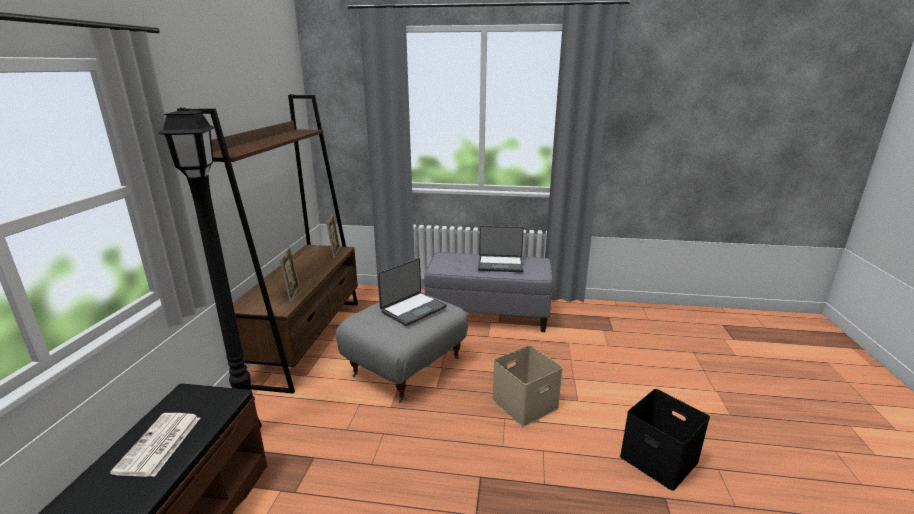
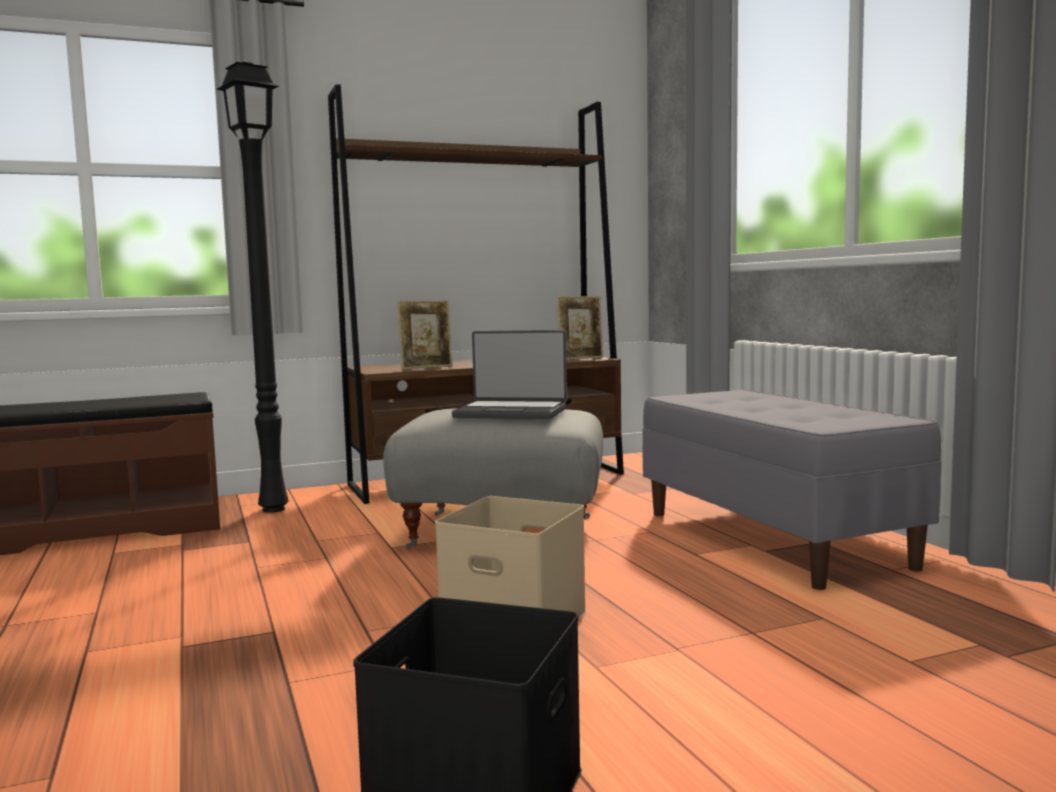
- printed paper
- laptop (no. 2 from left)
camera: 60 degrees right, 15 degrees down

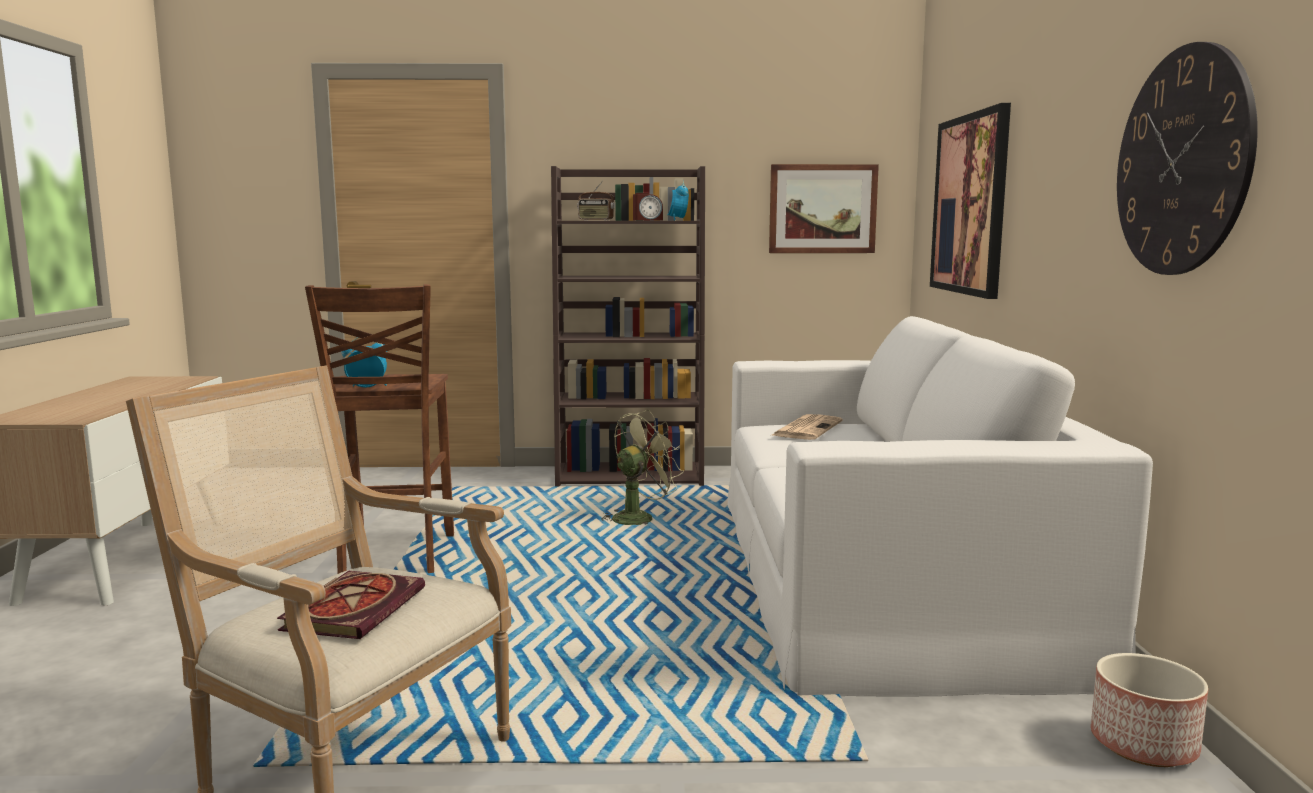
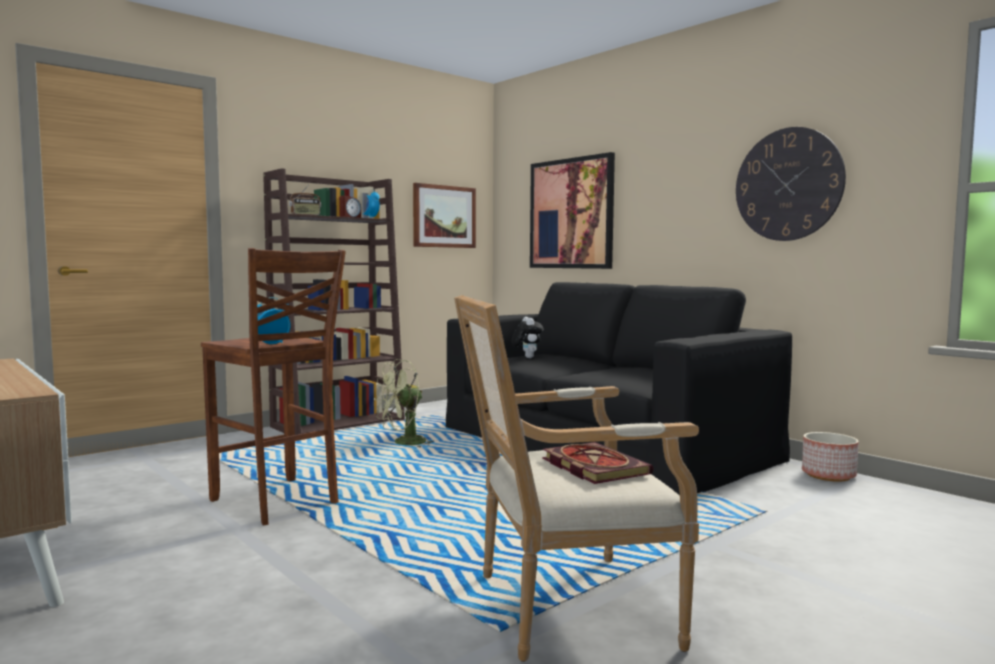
~ cooling fan in greenish 135 degrees counterclockwise
~ sofa in whitish to sofa in black
~ printed paper to cuddly toy
camera: 40 degrees left, 5 degrees down

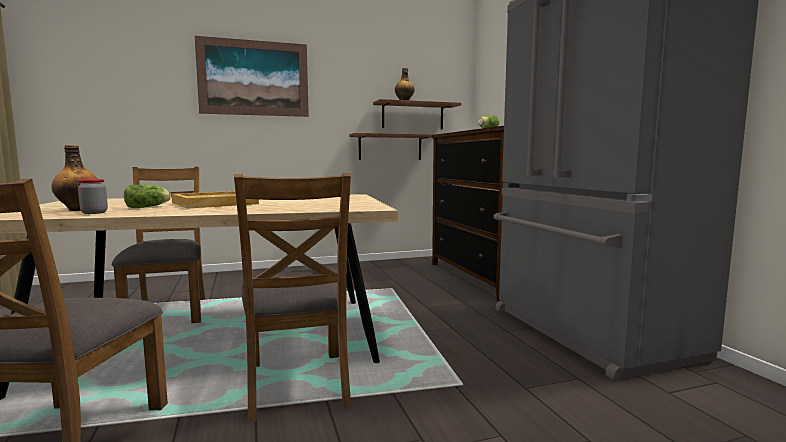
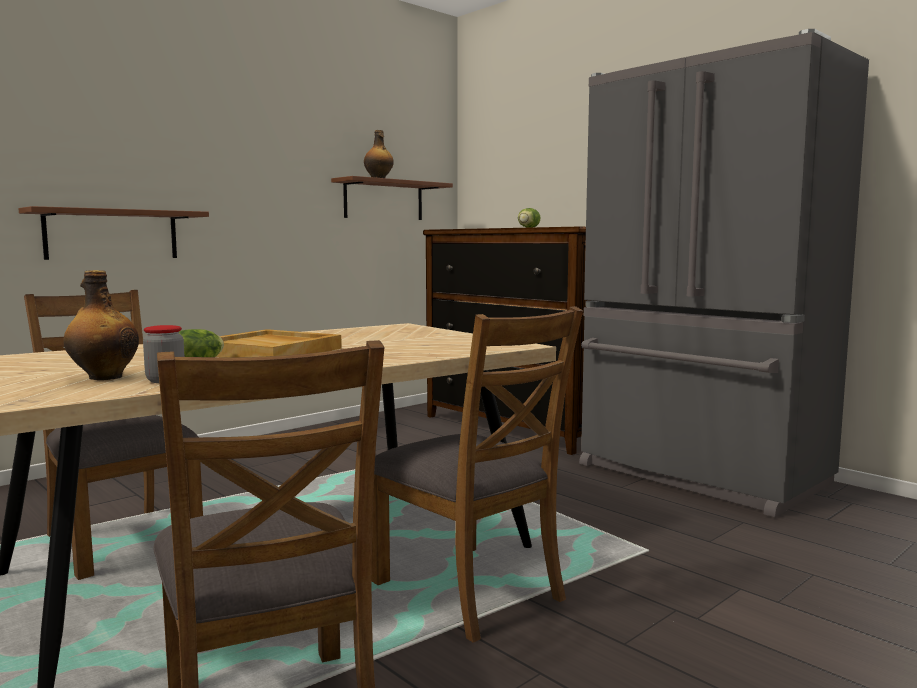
~ bracket shelf in brownish (no. 1 from left)
- picture
camera: 25 degrees left, 0 degrees up

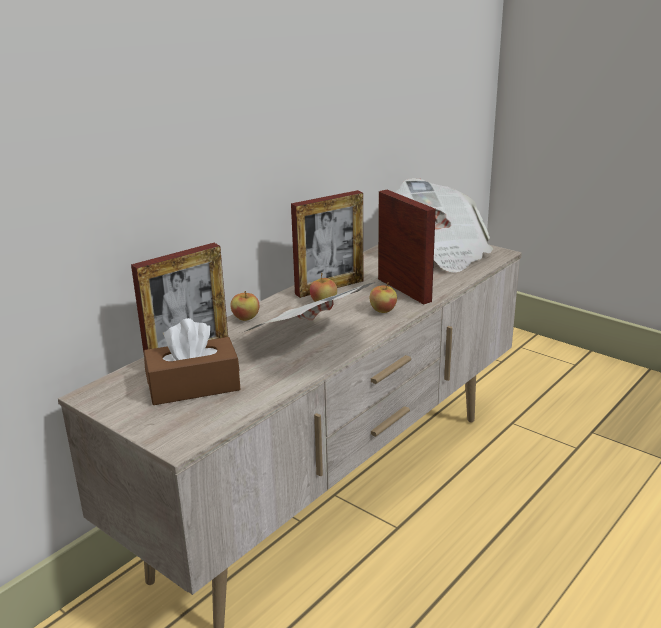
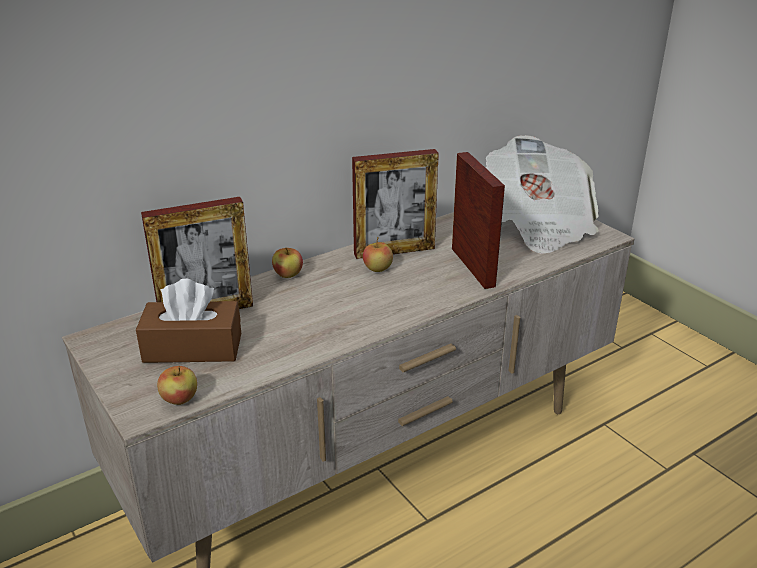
~ apple fruit (no. 3 from left in the first image) to apple fruit (no. 1 from left)
- printed paper (no. 1 from left)
camera: 15 degrees right, 5 degrees up

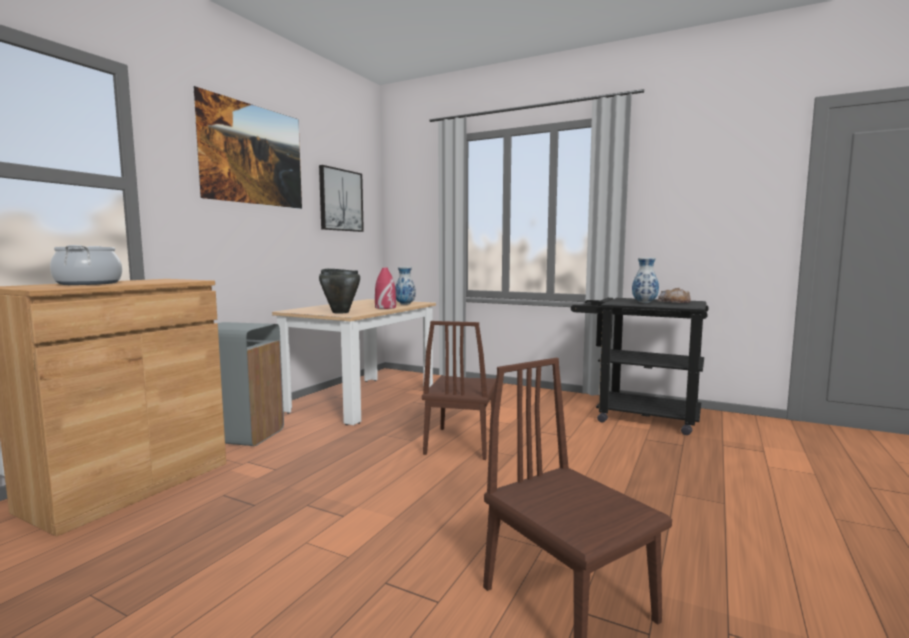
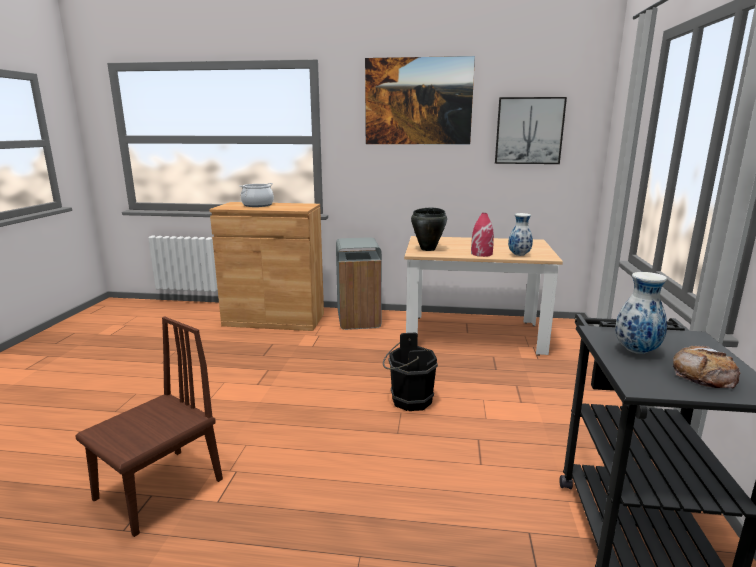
~ plain chair in brownish (no. 1 from left) to water bucket in black
camera: 70 degrees right, 10 degrees up

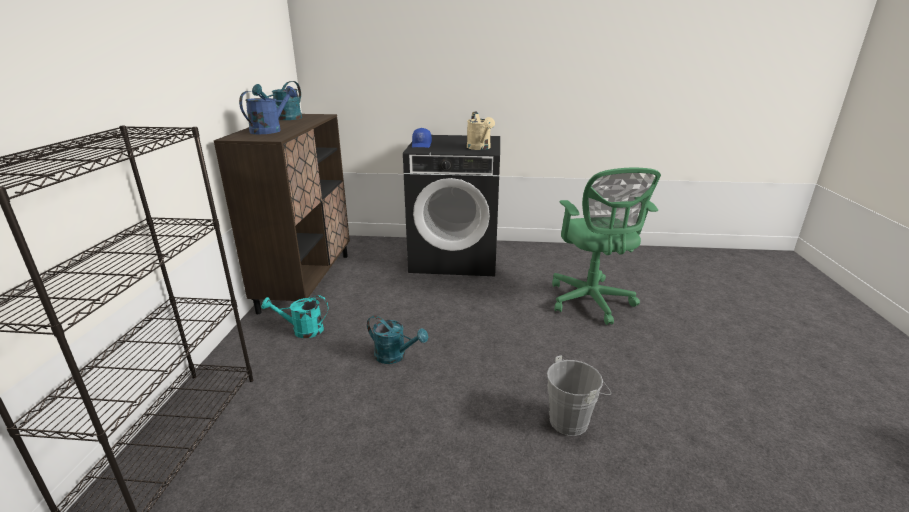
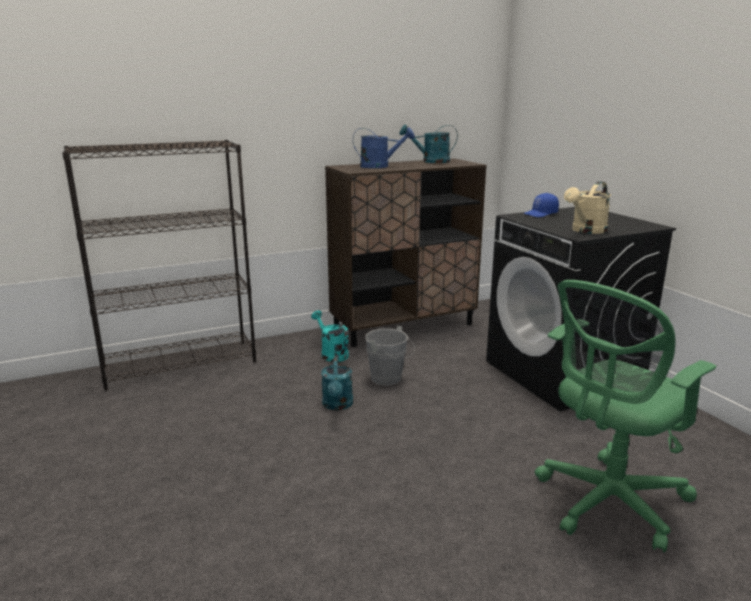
~ water bucket in gray
camera: 60 degrees right, 5 degrees down

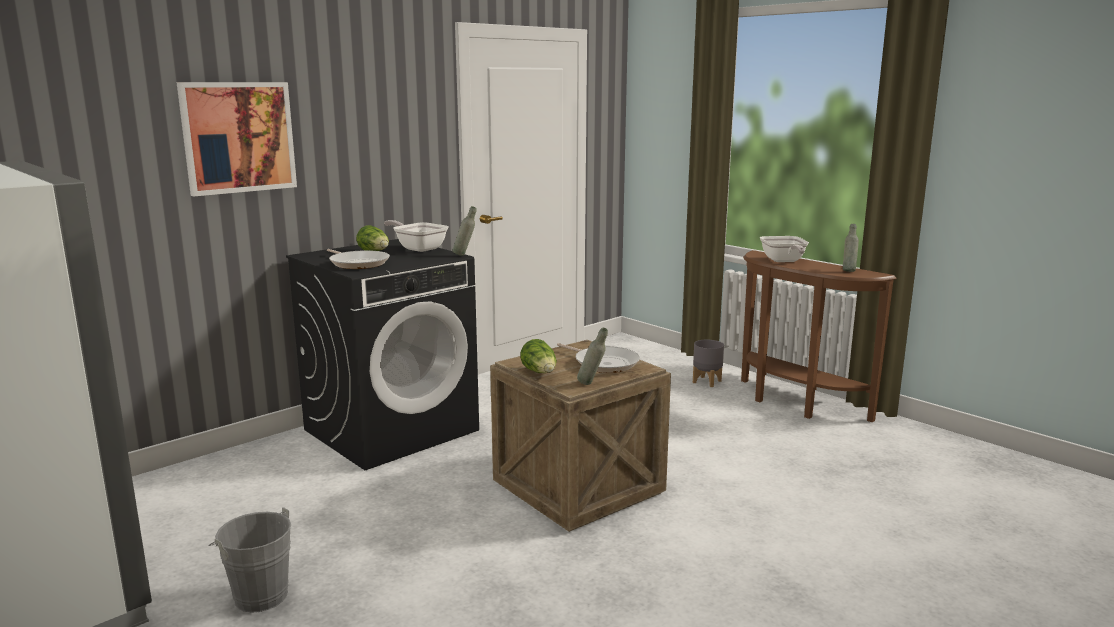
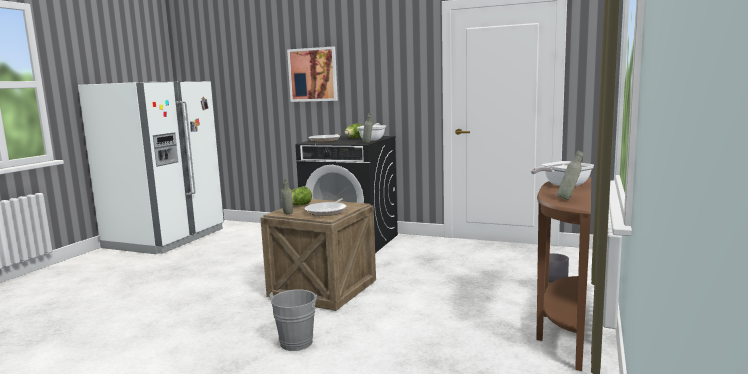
~ water bucket in gray
camera: 65 degrees right, 5 degrees down

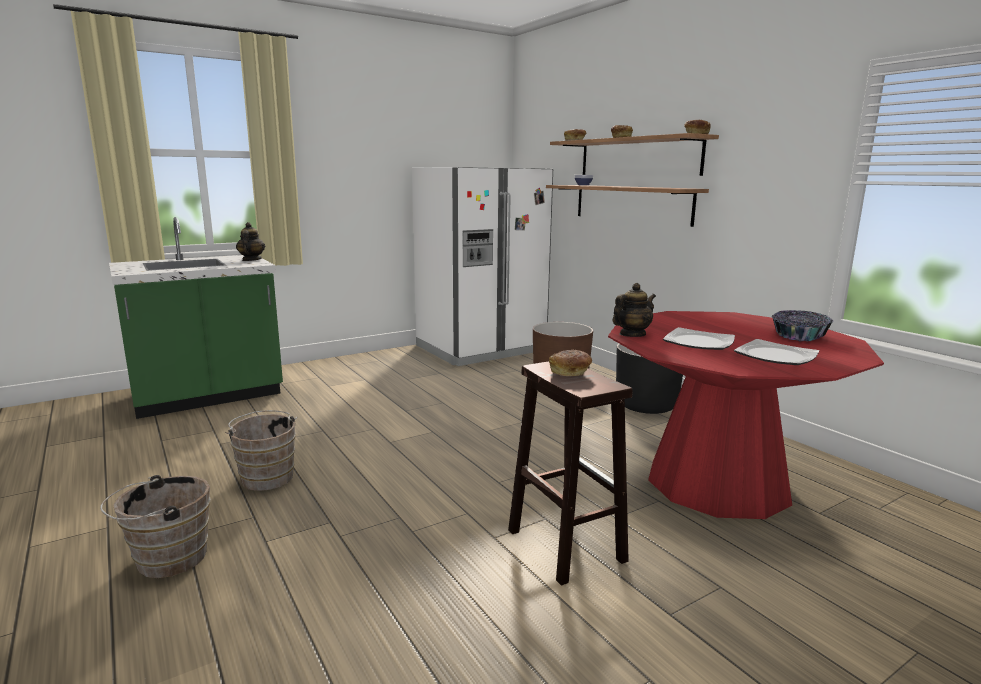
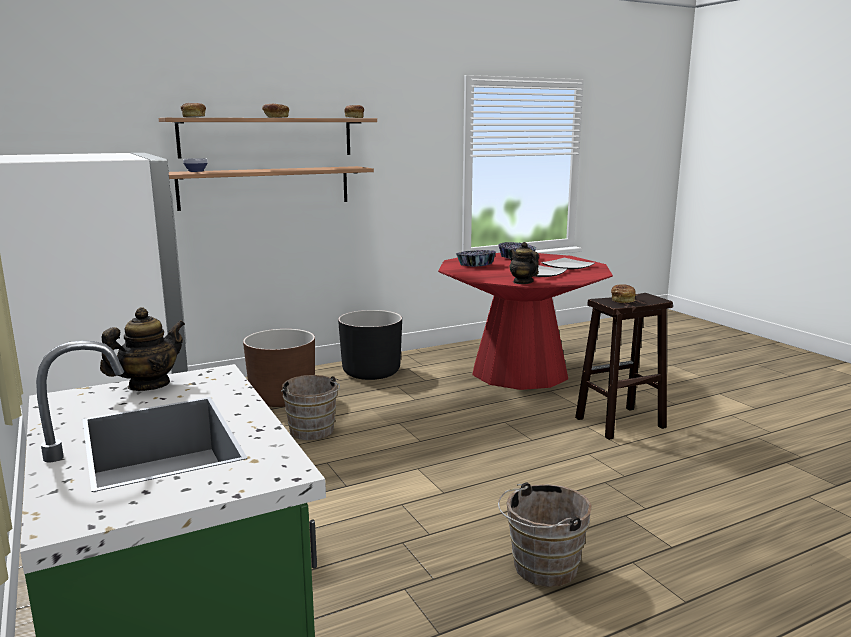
~ pot for tea (no. 1 from left) 135 degrees clockwise
~ water bucket in brownish (no. 1 from left)
+ bowl (no. 2 from left)
camera: 85 degrees left, 0 degrees up

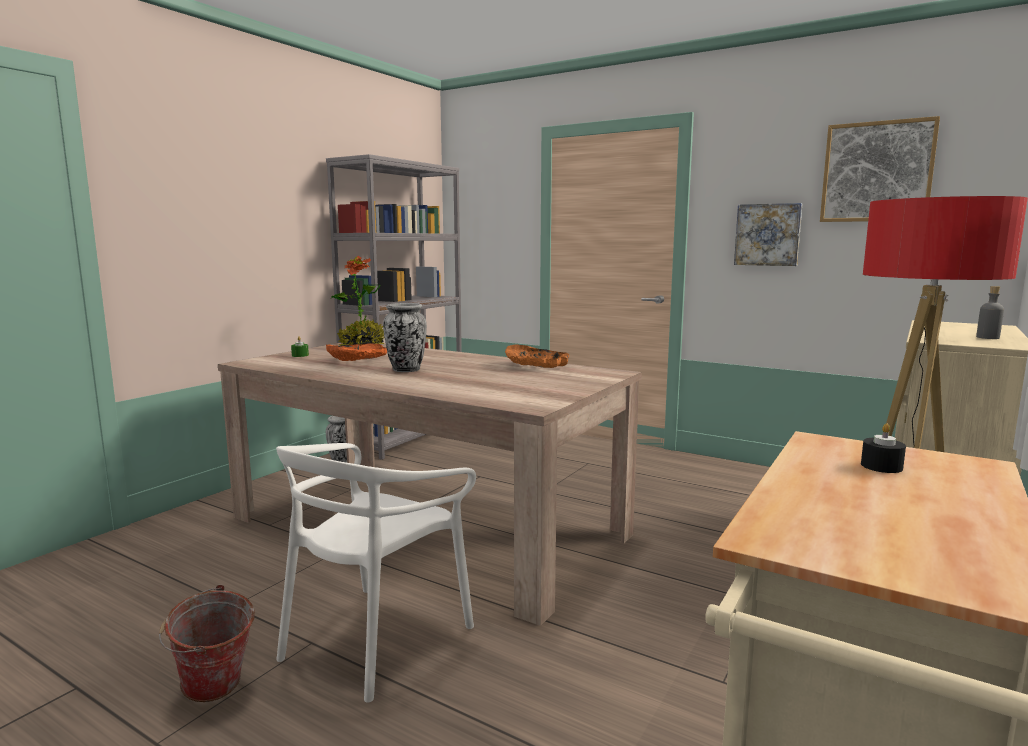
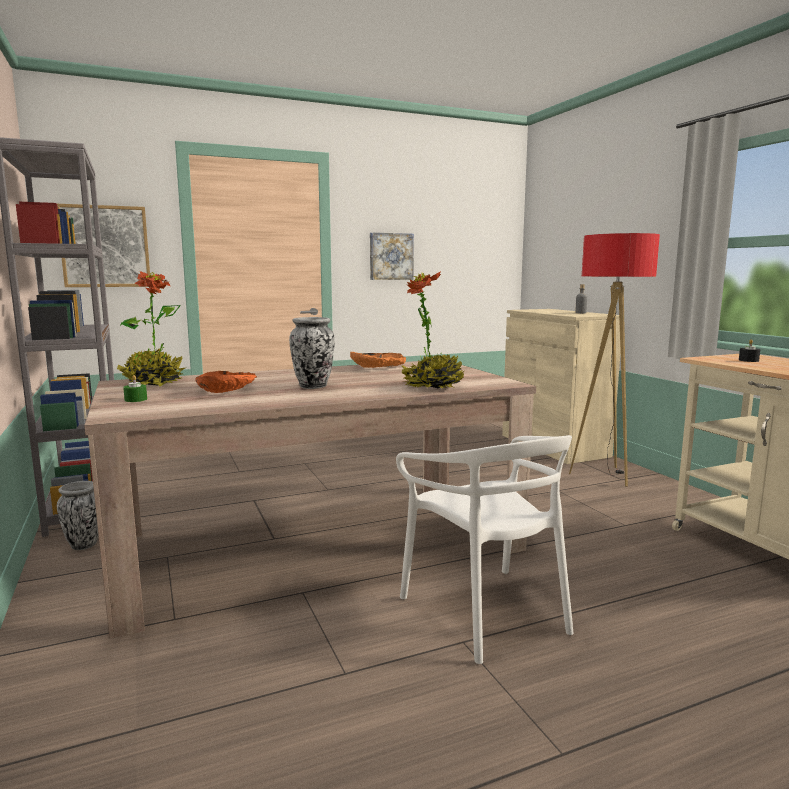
~ picture (no. 2 from left in the first image) to picture (no. 1 from left)
+ potted plant (no. 2 from left)
- water bucket
camera: 55 degrees left, 0 degrees up

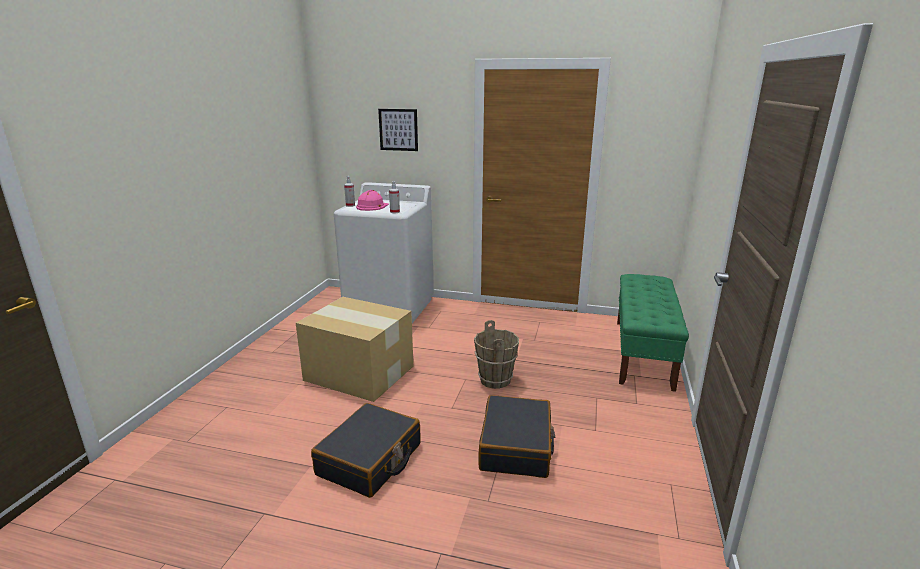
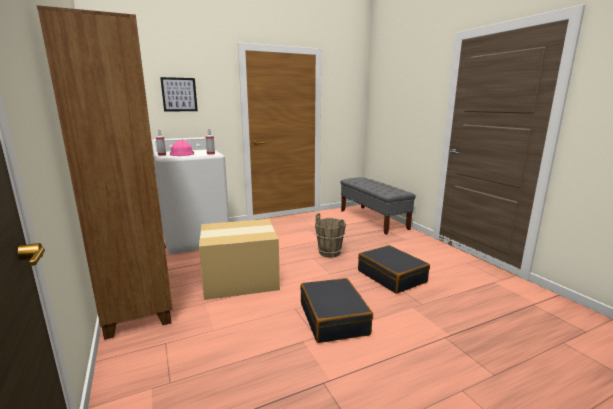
+ bookshelf in brownish
~ bench in greenish to bench in gray
camera: 40 degrees left, 5 degrees down

